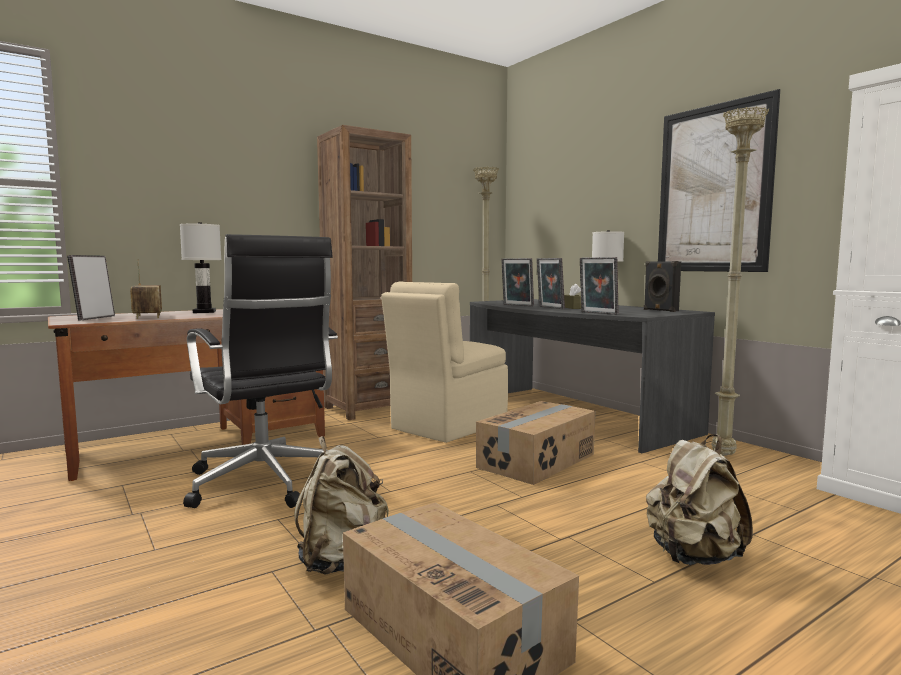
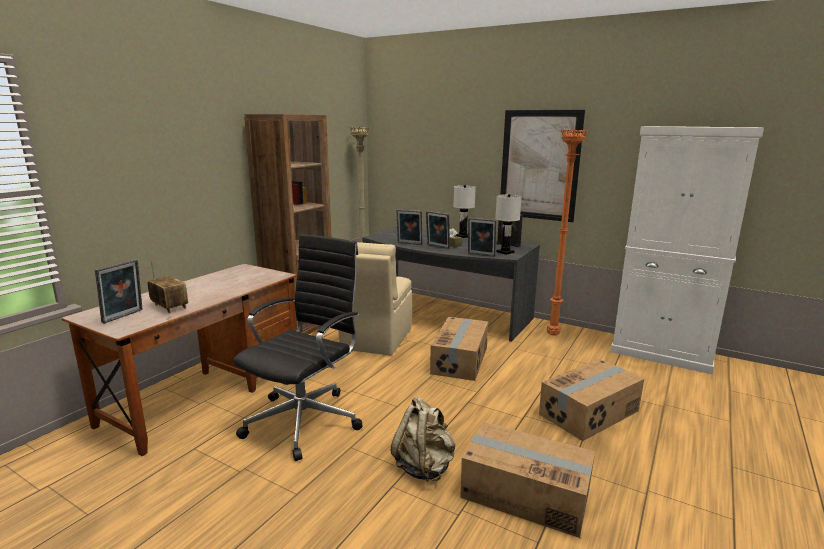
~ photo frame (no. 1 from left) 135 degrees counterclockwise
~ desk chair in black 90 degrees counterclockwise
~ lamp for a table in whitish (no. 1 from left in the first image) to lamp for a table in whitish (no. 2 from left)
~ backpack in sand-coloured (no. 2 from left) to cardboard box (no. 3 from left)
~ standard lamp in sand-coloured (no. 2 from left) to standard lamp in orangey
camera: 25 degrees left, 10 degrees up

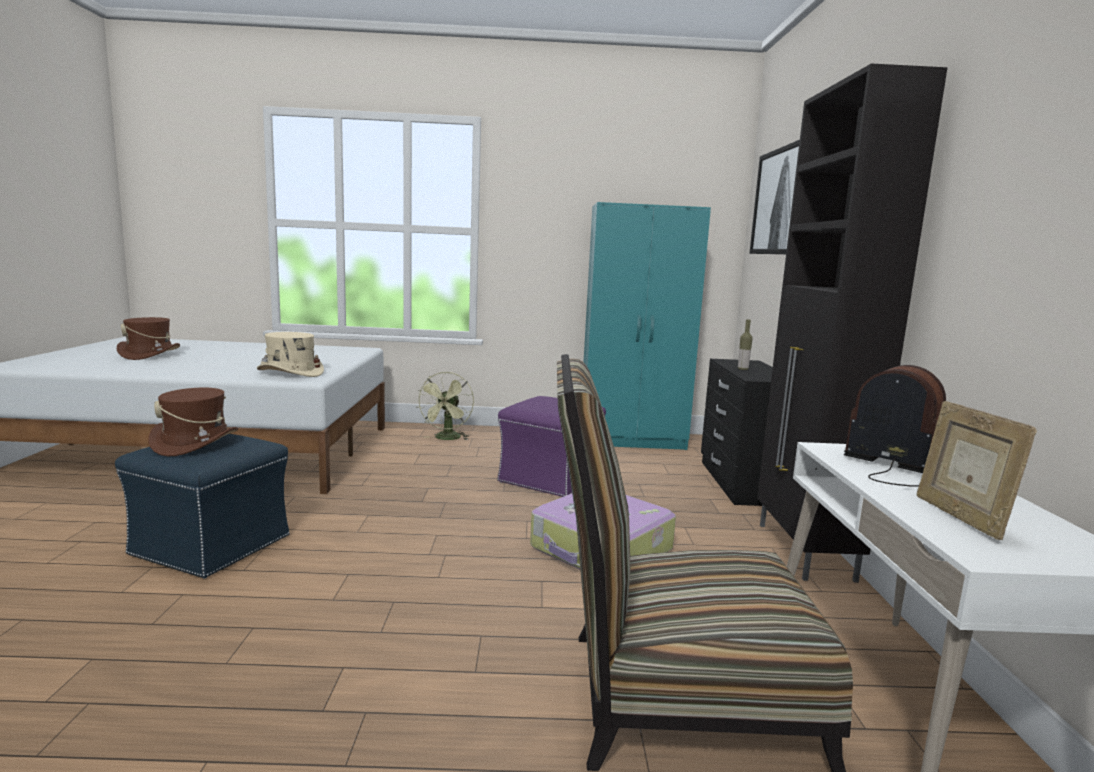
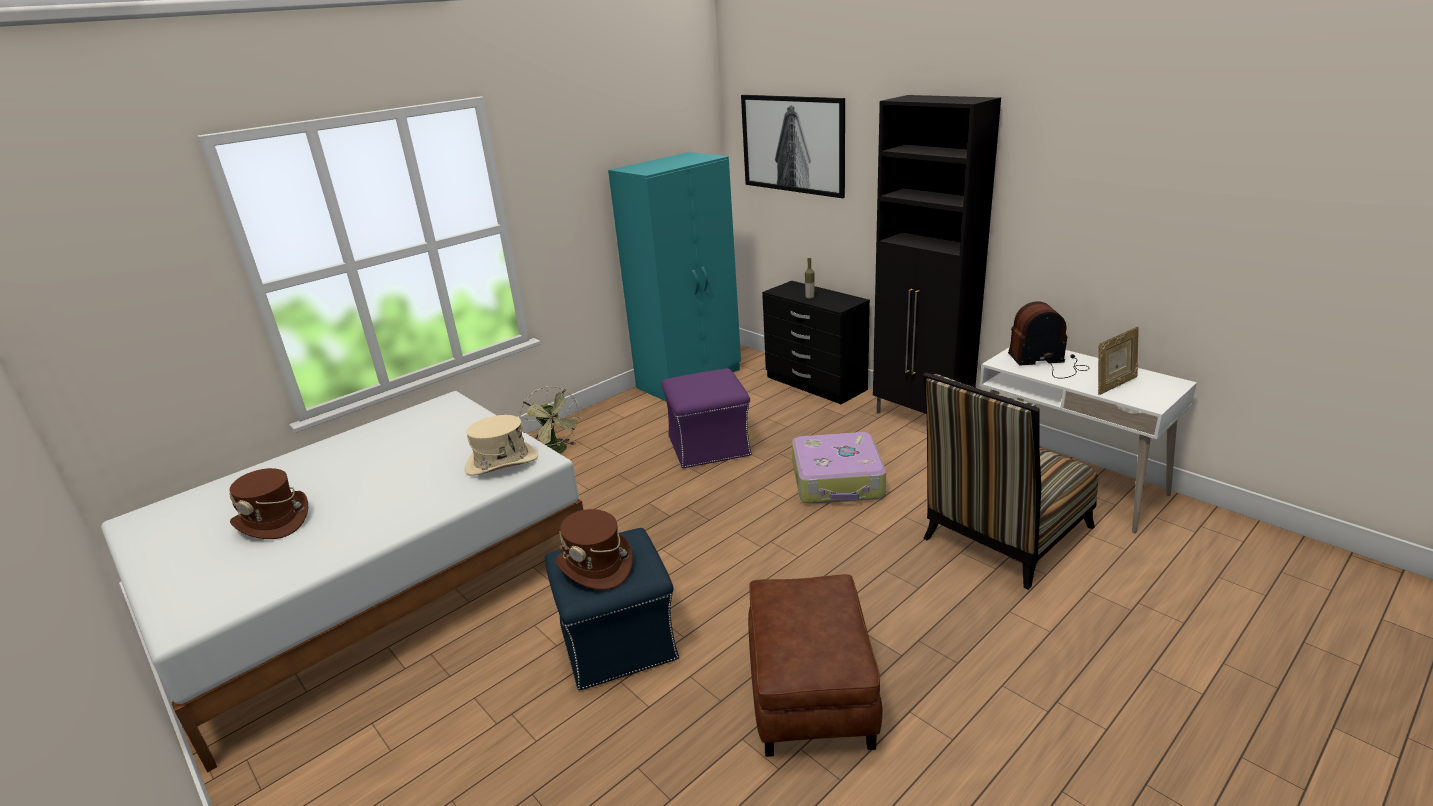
+ pouffe in brownish
~ photo frame 75 degrees counterclockwise
camera: 40 degrees left, 15 degrees up

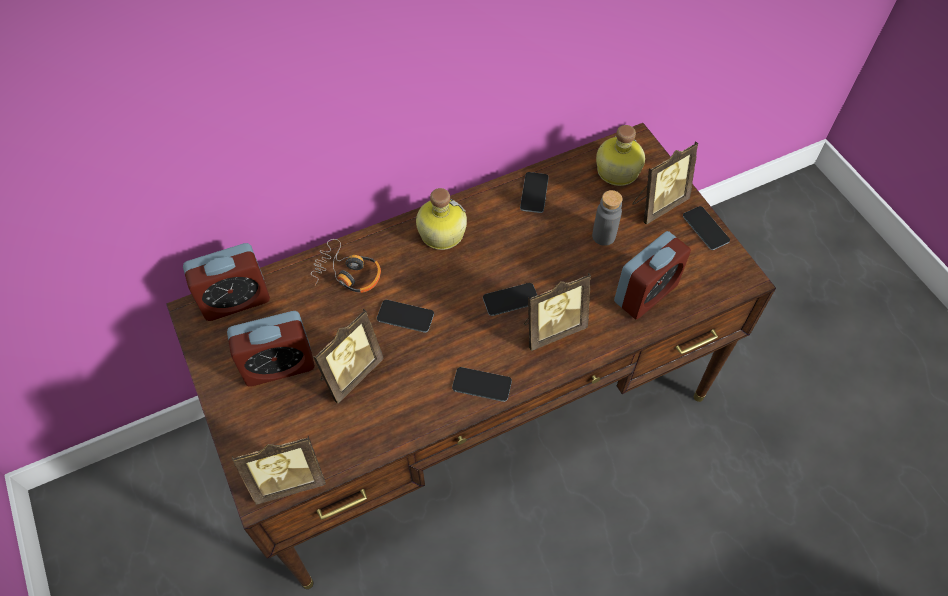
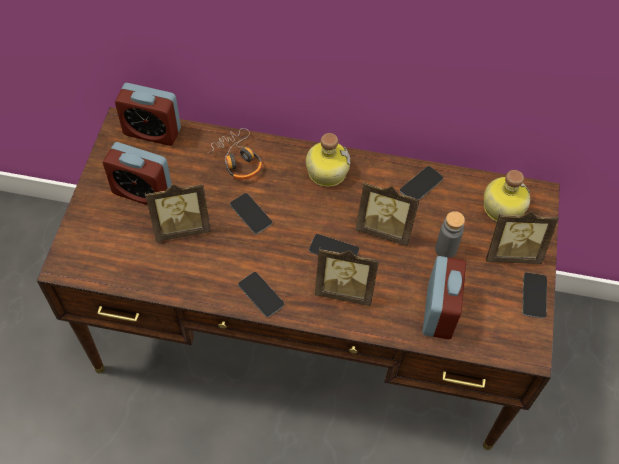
~ photo frame (no. 1 from left in the first image) to photo frame (no. 3 from left)
~ bedside clock (no. 3 from left) 75 degrees counterclockwise
camera: 35 degrees right, 0 degrees up

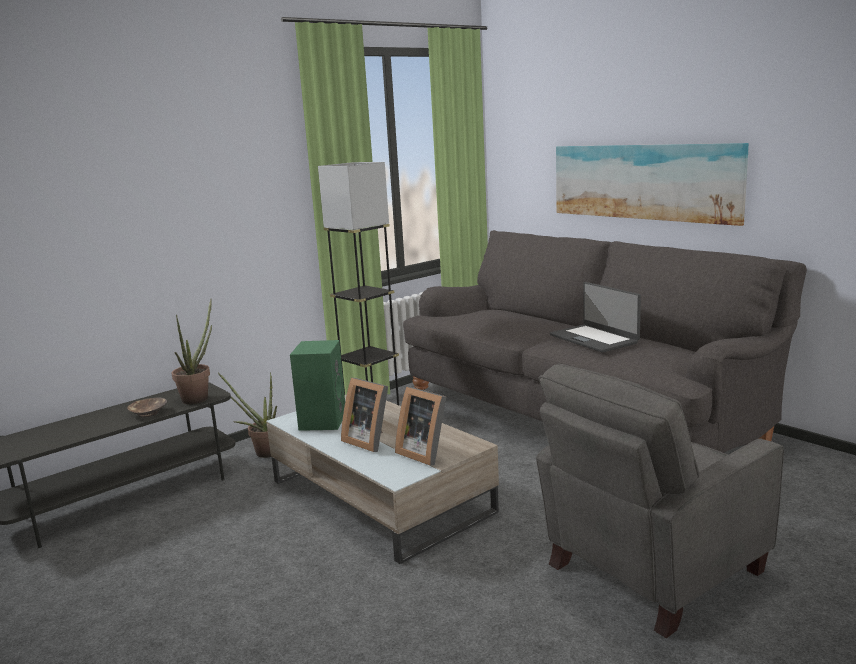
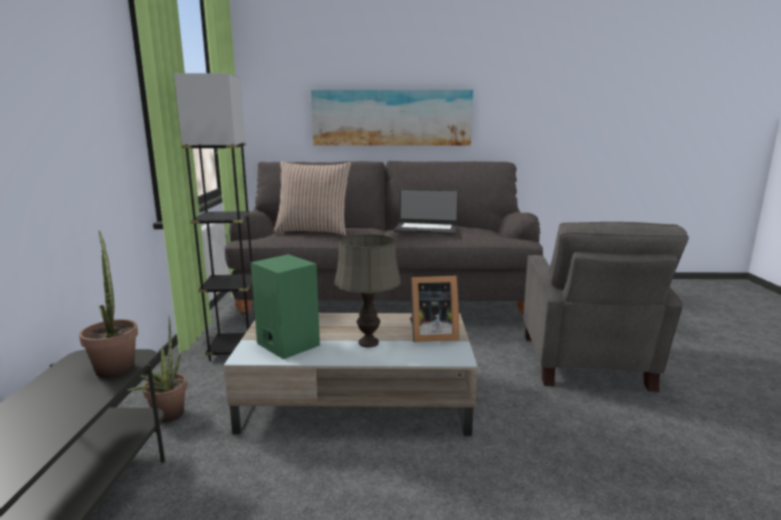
+ cushion
~ photo frame (no. 1 from left) to lamp for a table in gray
- bowl in brownish
camera: 50 degrees left, 0 degrees up

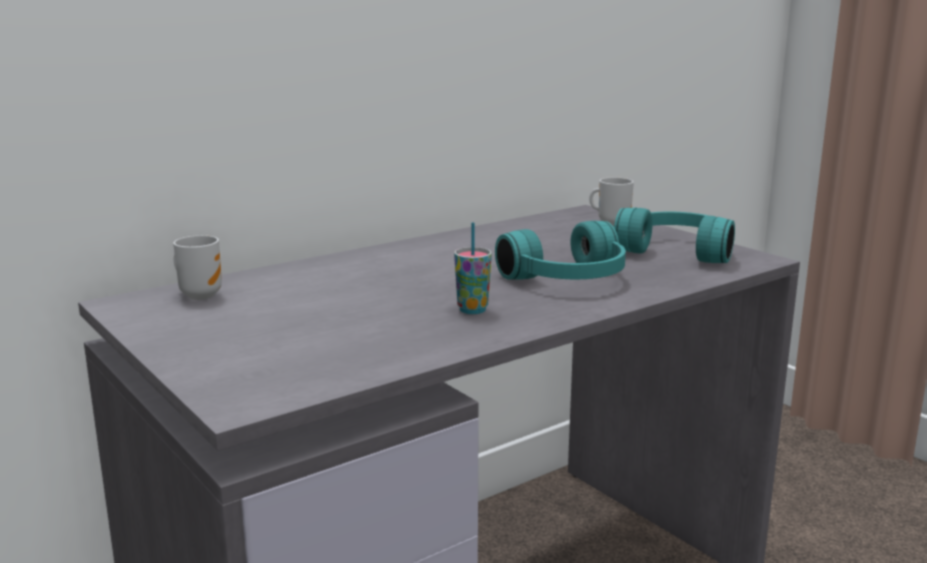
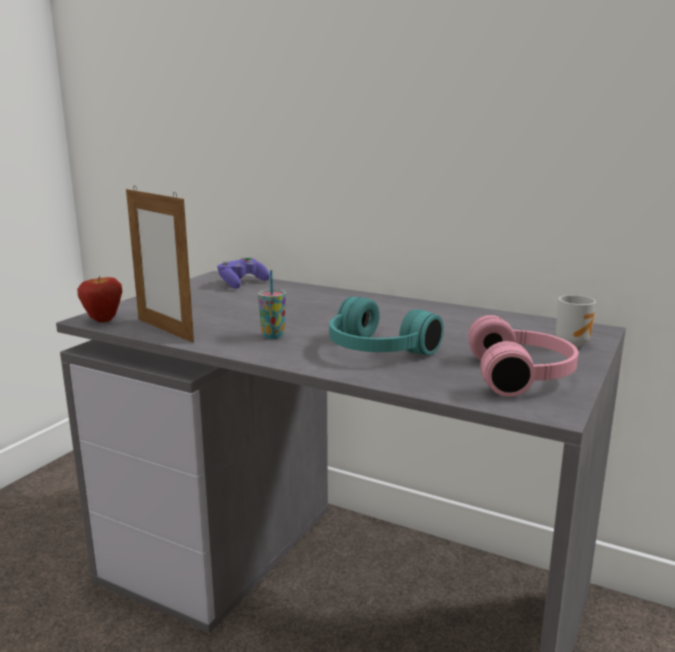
+ apple fruit
+ photo frame
~ tea mug (no. 1 from left) to joypad in purple-coloured
~ headset in turquoise (no. 2 from left) to headset in pinkish
camera: 65 degrees right, 0 degrees up

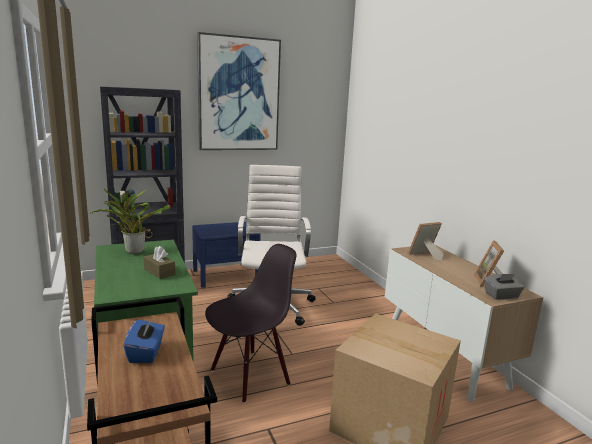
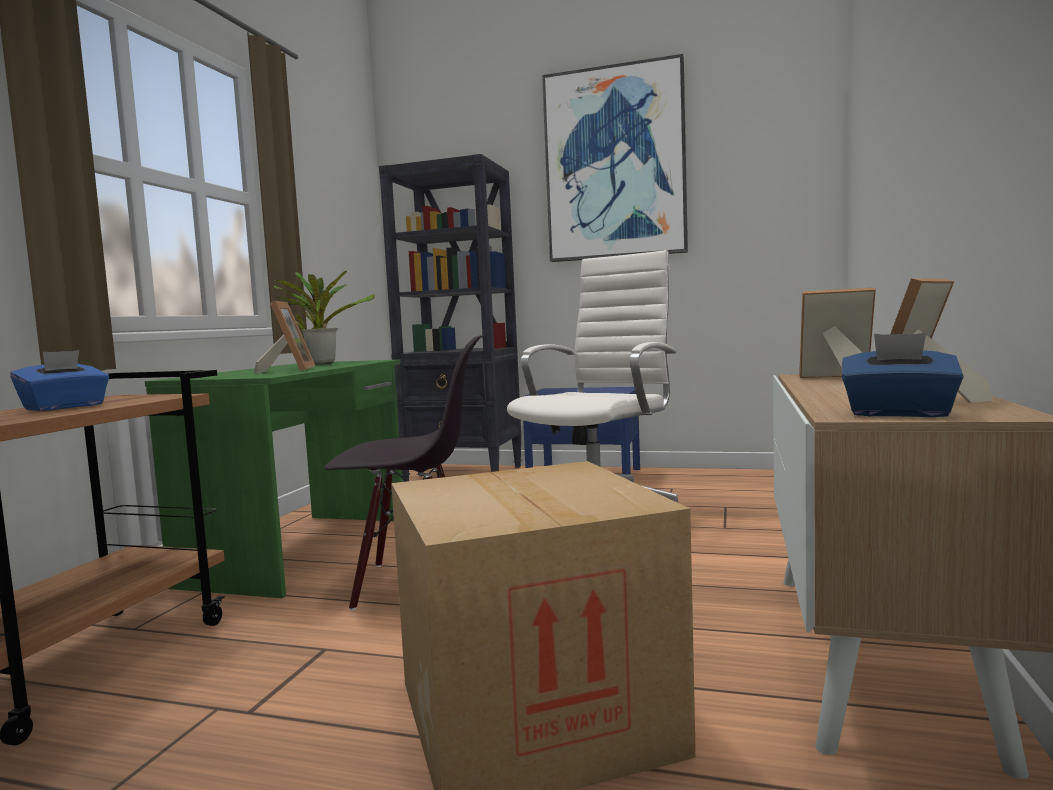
~ tissue holder in brownish to photo frame (no. 1 from left)
~ tissue holder in gray to tissue holder in blue-coloured (no. 2 from left)
camera: 40 degrees right, 10 degrees down

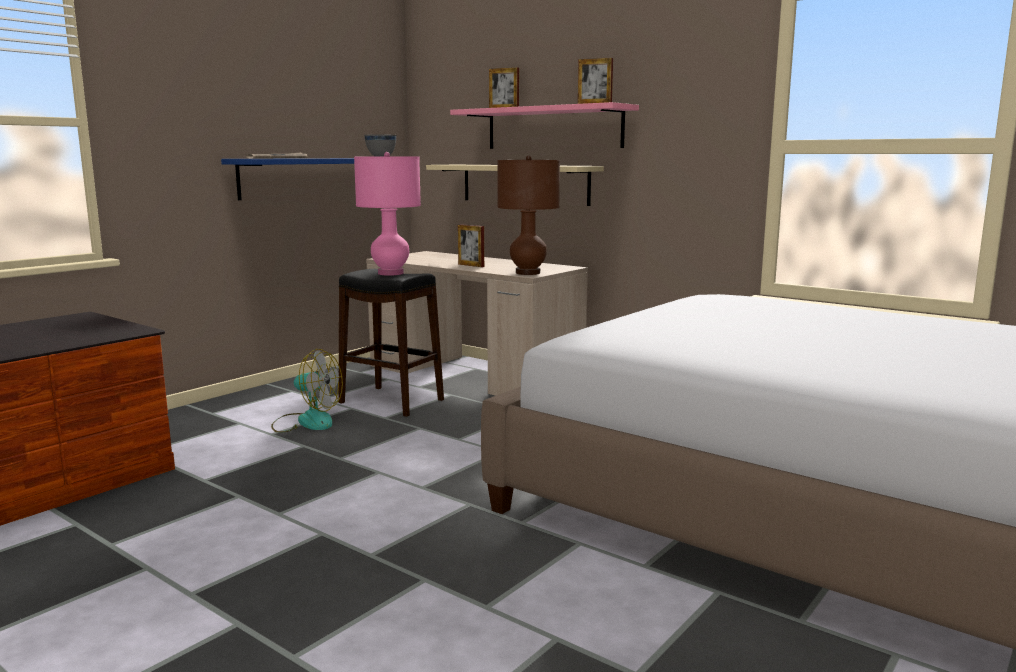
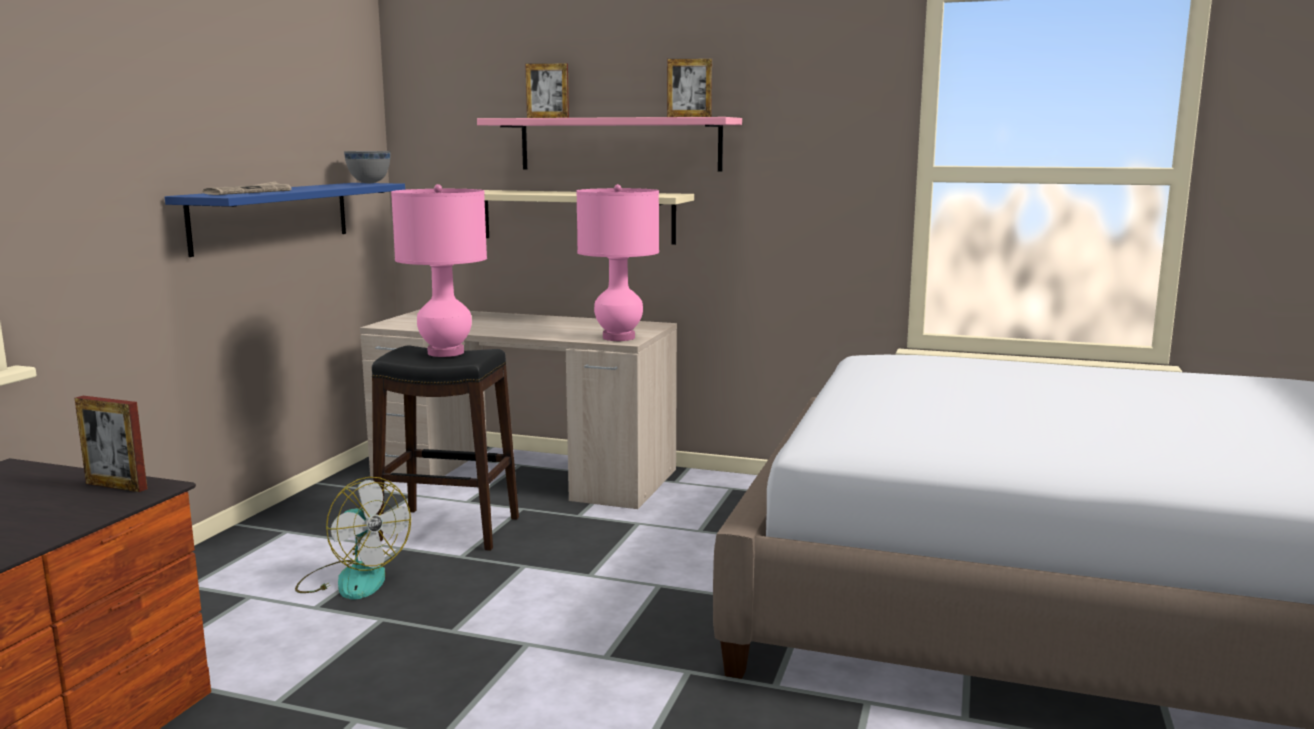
~ photo frame (no. 1 from left)
~ cooling fan 45 degrees clockwise
~ lamp for a table in brownish to lamp for a table in pinkish (no. 2 from left)
camera: 20 degrees left, 0 degrees up

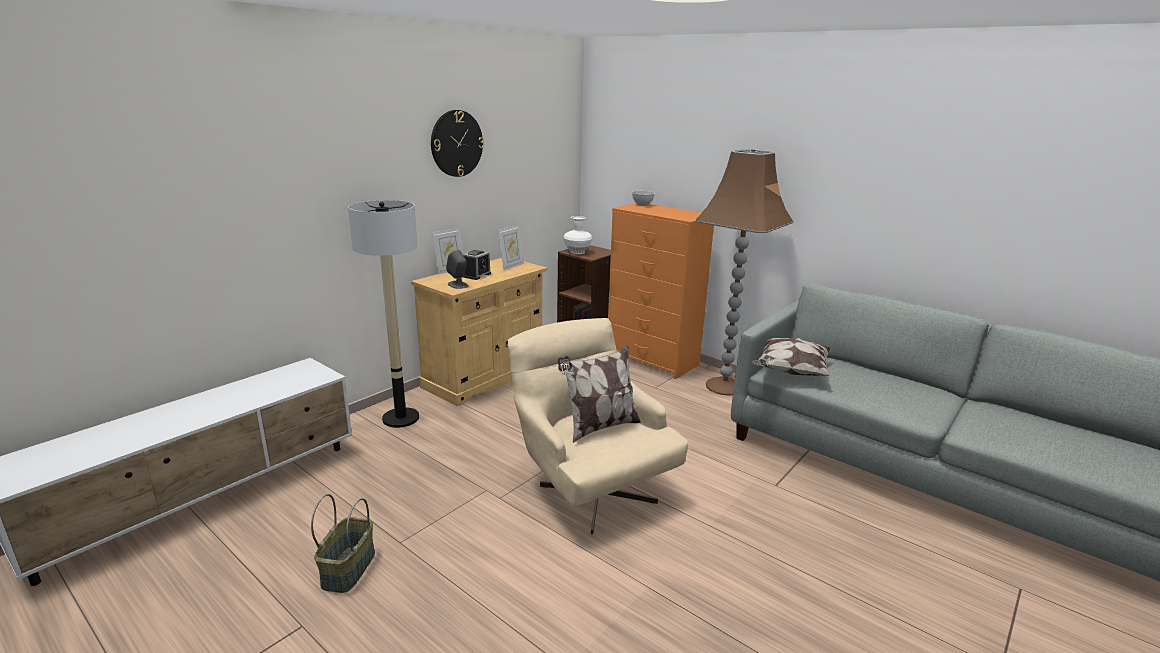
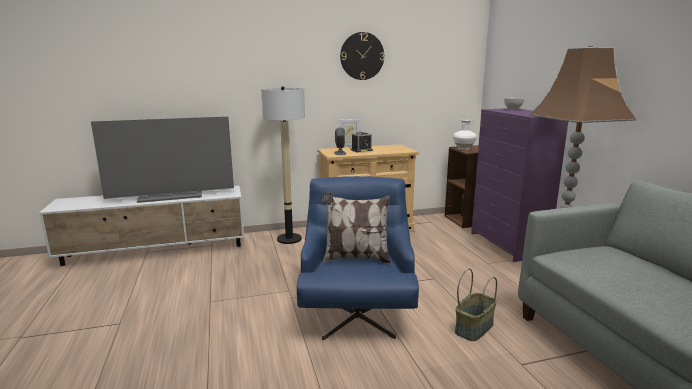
+ TV
~ lounge chair in sand-coloured to lounge chair in blue-coloured
~ basket
~ dresser in orangey to dresser in purple-coloured
- photo frame (no. 2 from left)
- cushion (no. 2 from left)
camera: 35 degrees right, 5 degrees down

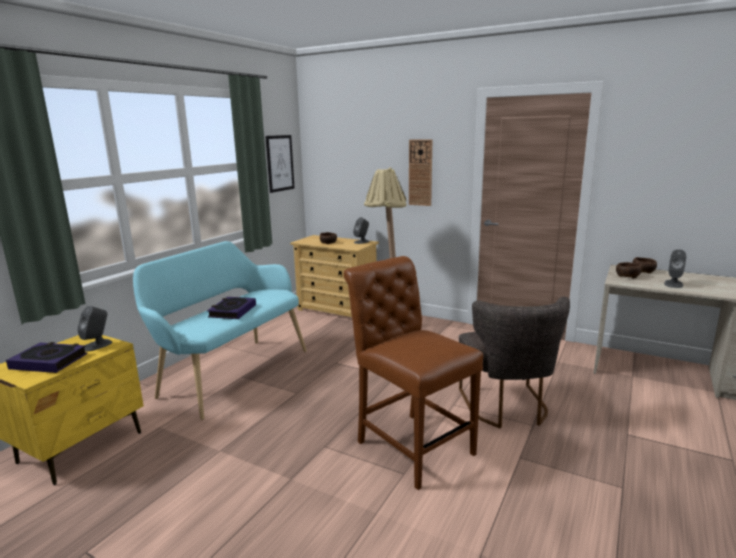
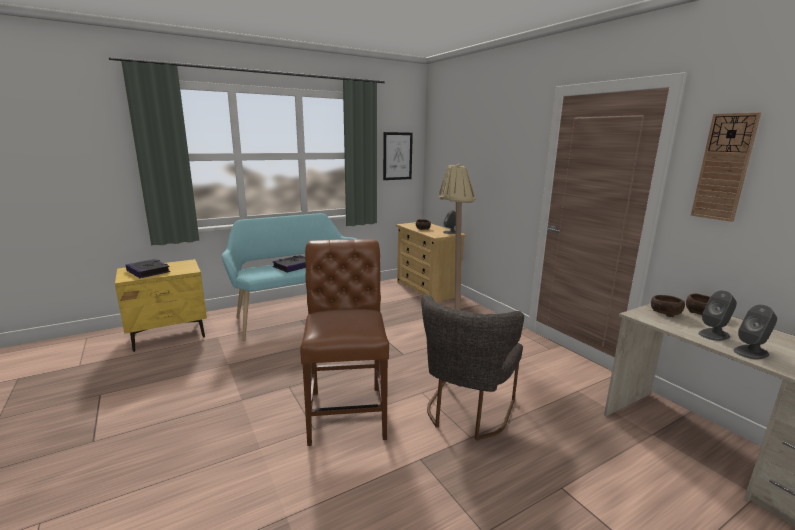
~ wall clock
~ loudspeaker in gray (no. 1 from left in the first image) to loudspeaker in gray (no. 3 from left)
camera: 30 degrees right, 0 degrees up

